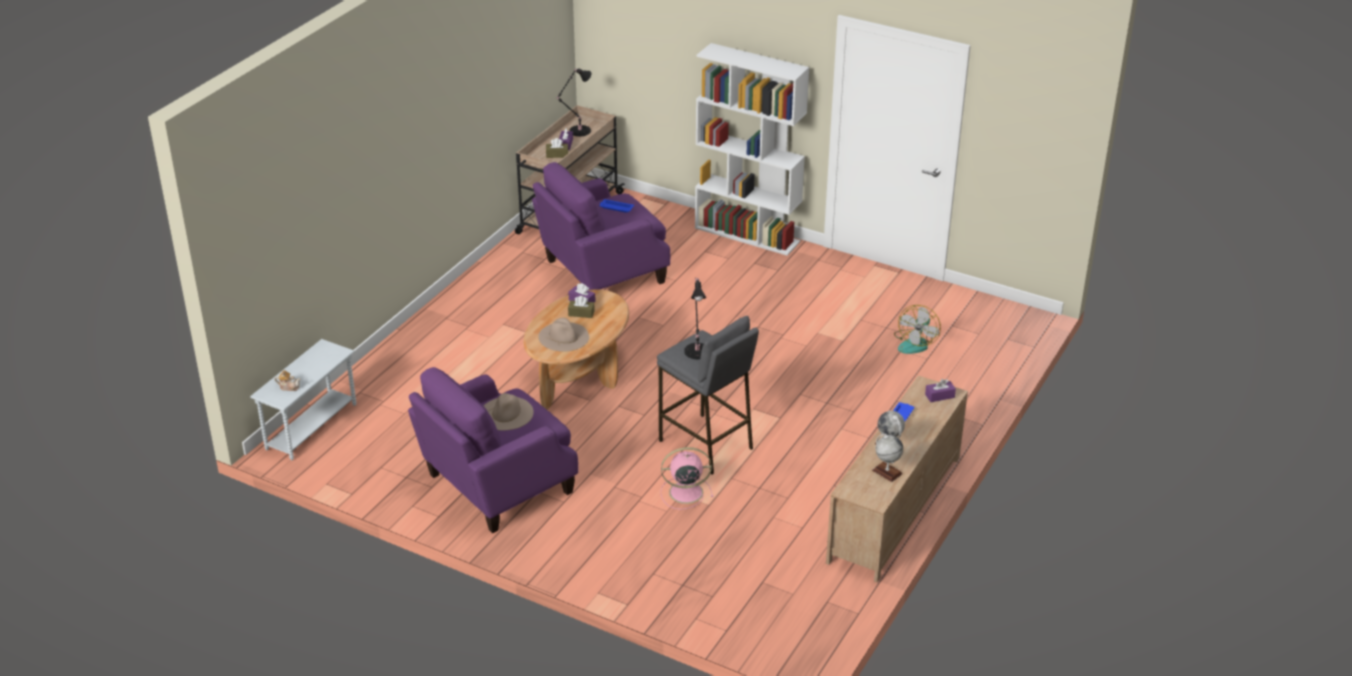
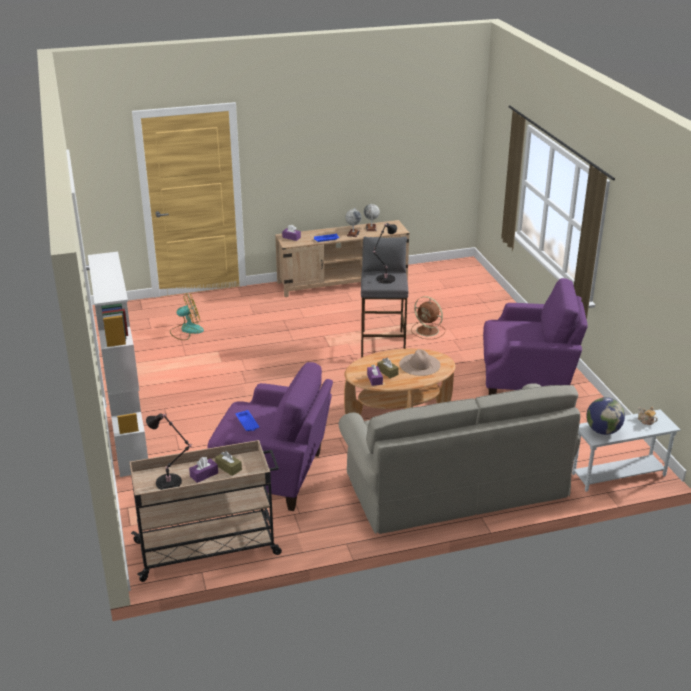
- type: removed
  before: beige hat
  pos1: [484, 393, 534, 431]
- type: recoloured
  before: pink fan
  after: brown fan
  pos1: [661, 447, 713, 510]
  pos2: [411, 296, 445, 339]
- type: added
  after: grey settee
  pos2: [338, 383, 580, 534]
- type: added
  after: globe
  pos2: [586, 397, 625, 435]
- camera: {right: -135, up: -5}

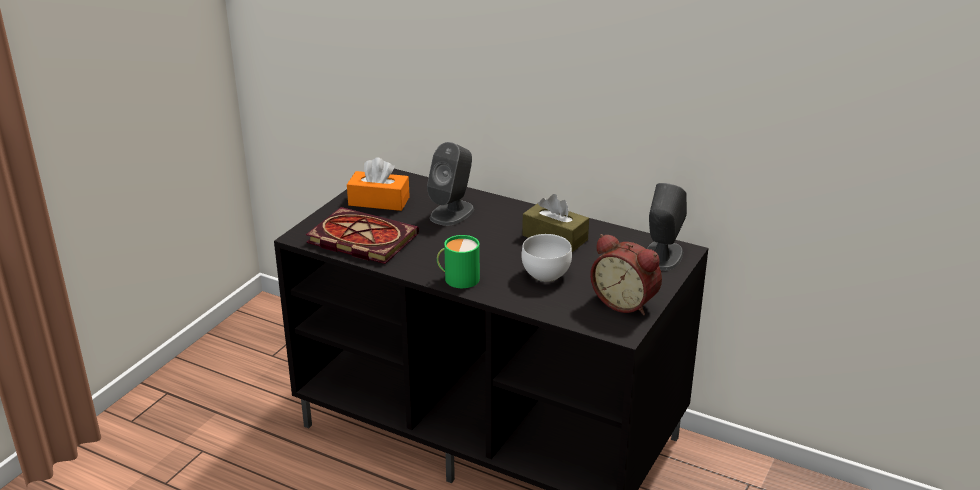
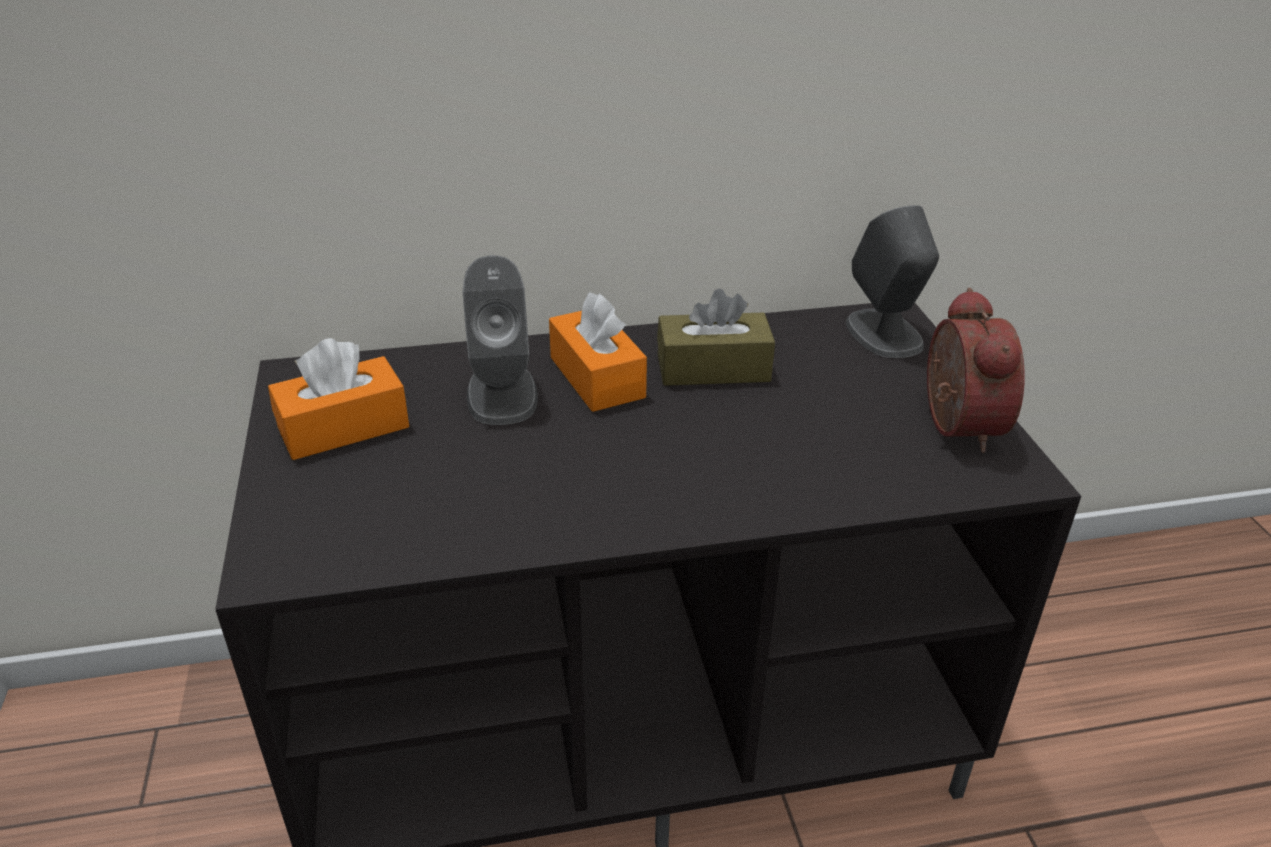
- type: removed
  before: bound book
  pos1: [306, 207, 419, 264]
- type: removed
  before: green-coloured tea mug
  pos1: [437, 235, 480, 288]
- type: removed
  before: white-coloured deep dish
  pos1: [521, 234, 572, 282]
- type: turned
  before: alarm clock
  pos1: [590, 234, 662, 315]
  pos2: [927, 288, 1025, 453]
  turn: -90
- type: added
  after: orange-coloured tissue box
  pos2: [549, 292, 647, 412]
- camera: {right: -40, up: 5}

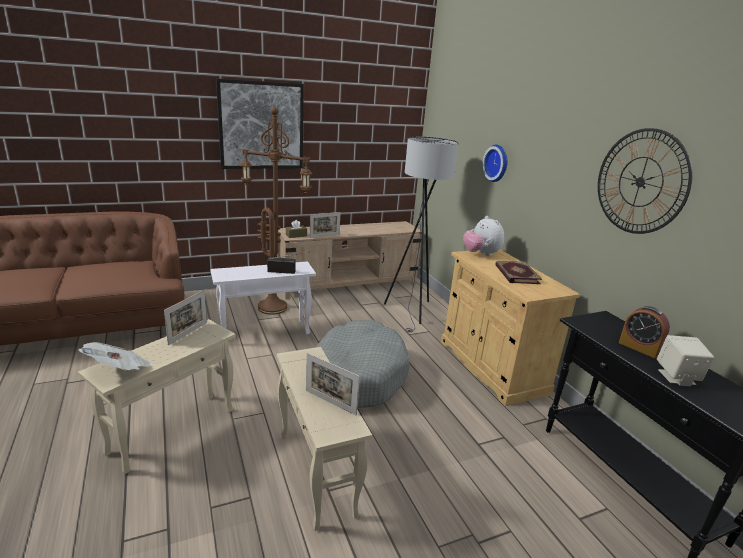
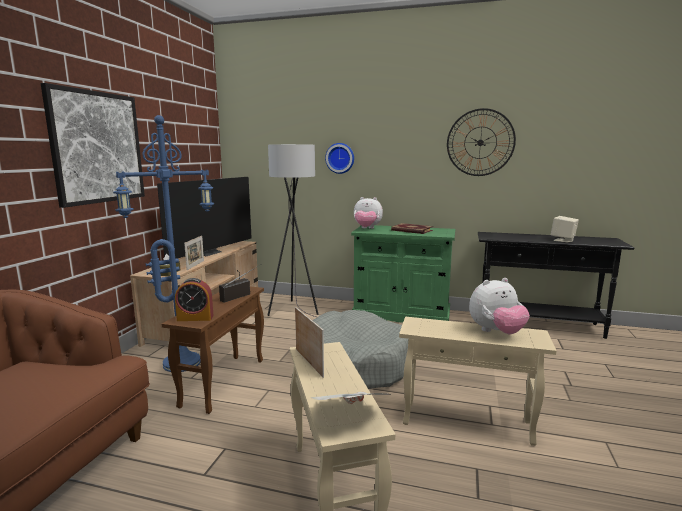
- type: recoloured
  before: white-coloured side table
  after: brown side table
  pos1: [210, 261, 316, 335]
  pos2: [162, 287, 264, 414]
- type: recoloured
  before: brown standard lamp
  after: blue-coloured standard lamp
  pos1: [240, 107, 312, 315]
  pos2: [113, 115, 214, 372]
- type: replaced
  before: picture frame
  after: cuddly toy
  pos1: [306, 353, 360, 416]
  pos2: [469, 278, 530, 334]
- type: recoloured
  before: beige storage cabinet
  after: green-coloured storage cabinet
  pos1: [441, 250, 580, 406]
  pos2: [351, 225, 455, 322]
- type: moved
  before: alarm clock
  pos1: [619, 306, 670, 358]
  pos2: [175, 278, 214, 321]
- type: added
  after: television
  pos2: [157, 177, 252, 259]
- camera: {right: -50, up: -10}

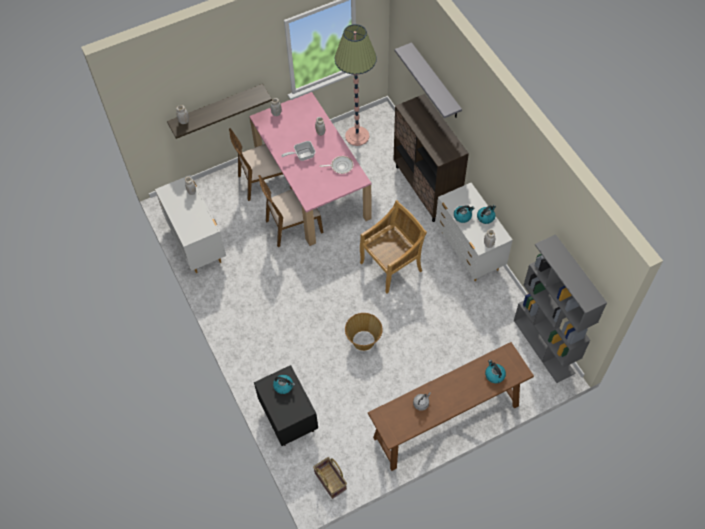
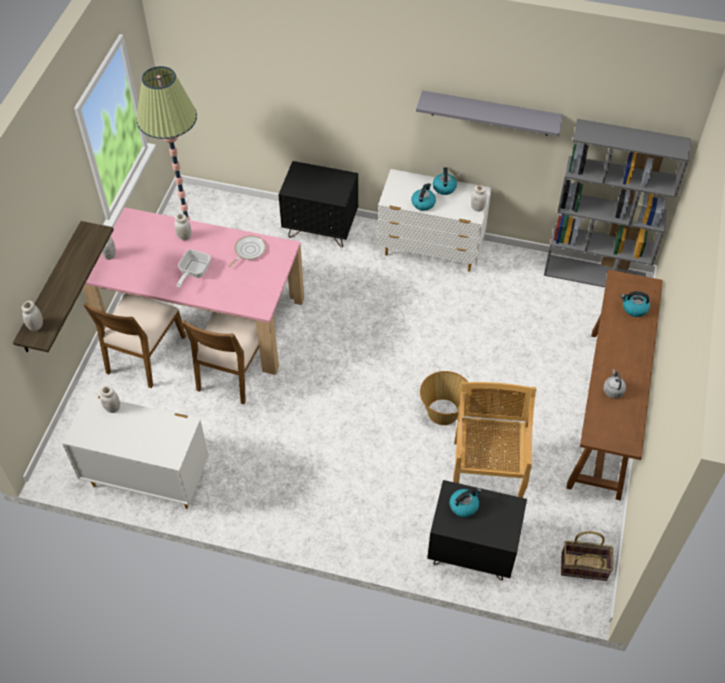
- type: moved
  before: beige plain chair
  pos1: [360, 200, 427, 294]
  pos2: [453, 381, 536, 498]
- type: replaced
  before: brown storage cabinet
  after: blackish bedside table
  pos1: [393, 94, 469, 222]
  pos2: [278, 161, 358, 247]
- type: moved
  before: grey bracket shelf
  pos1: [395, 42, 462, 118]
  pos2: [416, 90, 563, 137]
- camera: {right: -50, up: -5}

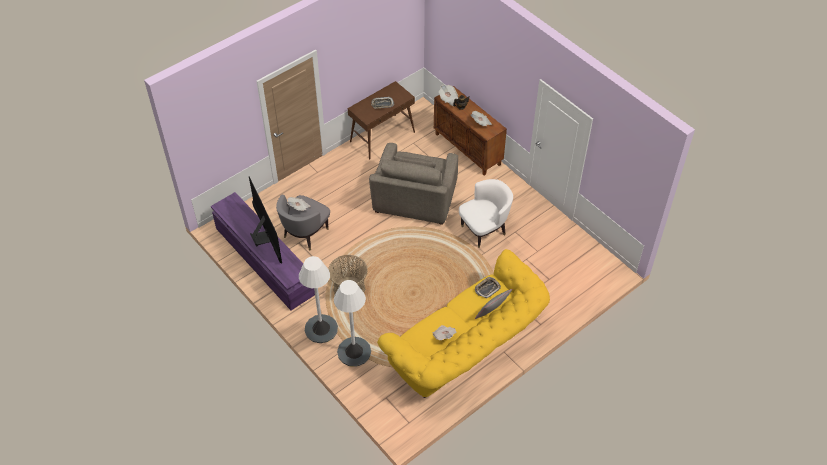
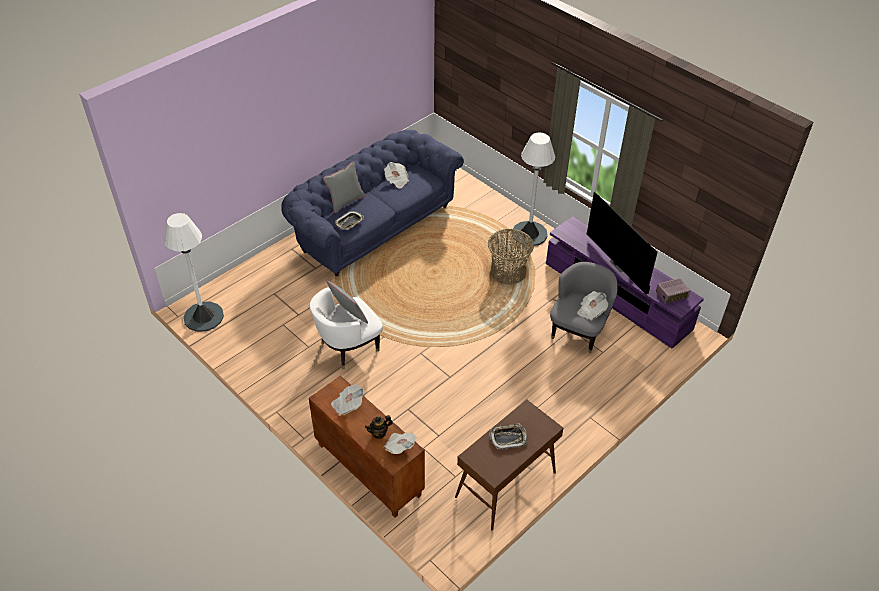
- type: moved
  before: white-coloured standard lamp
  pos1: [334, 280, 371, 366]
  pos2: [163, 213, 224, 332]
- type: removed
  before: grey easy chair
  pos1: [369, 143, 458, 225]
- type: recoloured
  before: yellowish settee
  after: blue-coloured settee
  pos1: [377, 249, 550, 398]
  pos2: [281, 130, 464, 276]
- type: added
  after: grey pillow
  pos2: [326, 280, 368, 323]
- type: added
  after: radio receiver
  pos2: [656, 278, 691, 304]
- camera: {right: 175, up: -5}

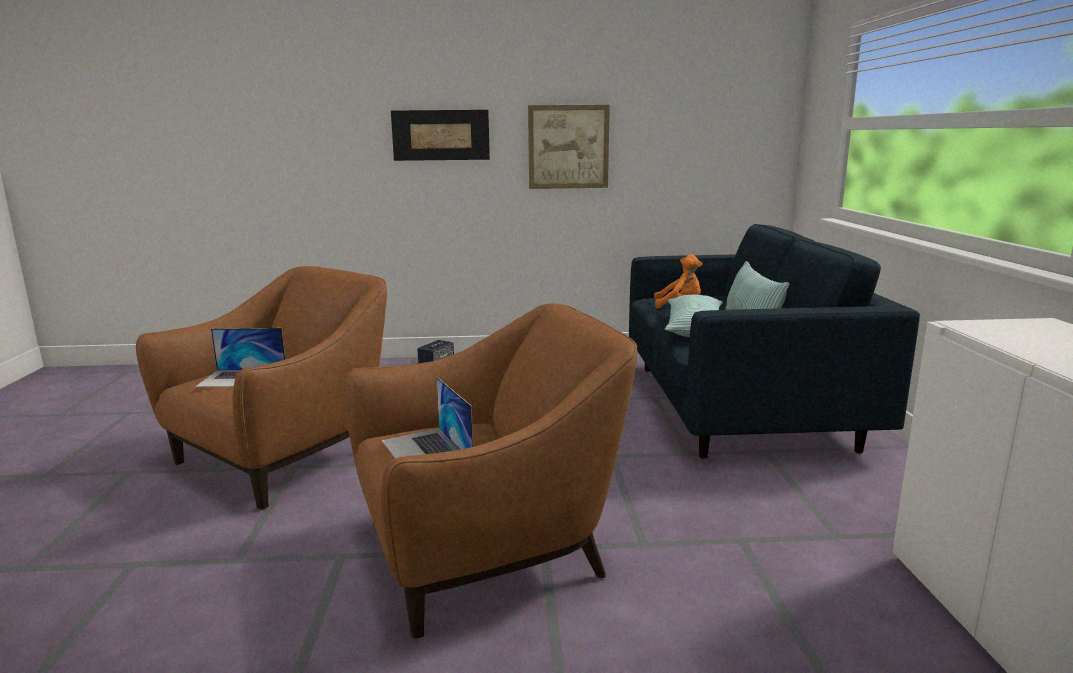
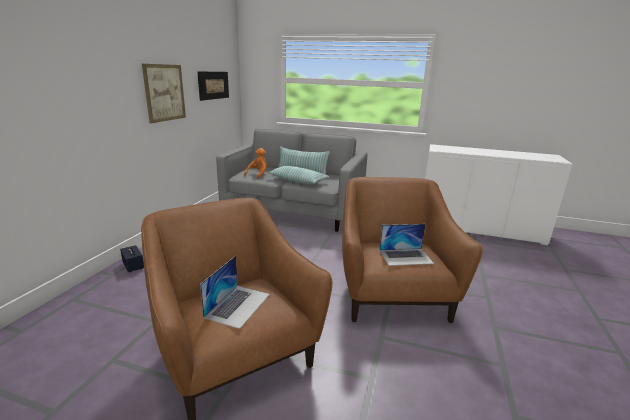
- type: moved
  before: wall picture
  pos1: [391, 110, 490, 161]
  pos2: [197, 71, 229, 101]
- type: recoloured
  before: blue-coloured settee
  after: grey settee
  pos1: [629, 224, 920, 459]
  pos2: [216, 129, 368, 232]
- camera: {right: -70, up: 5}

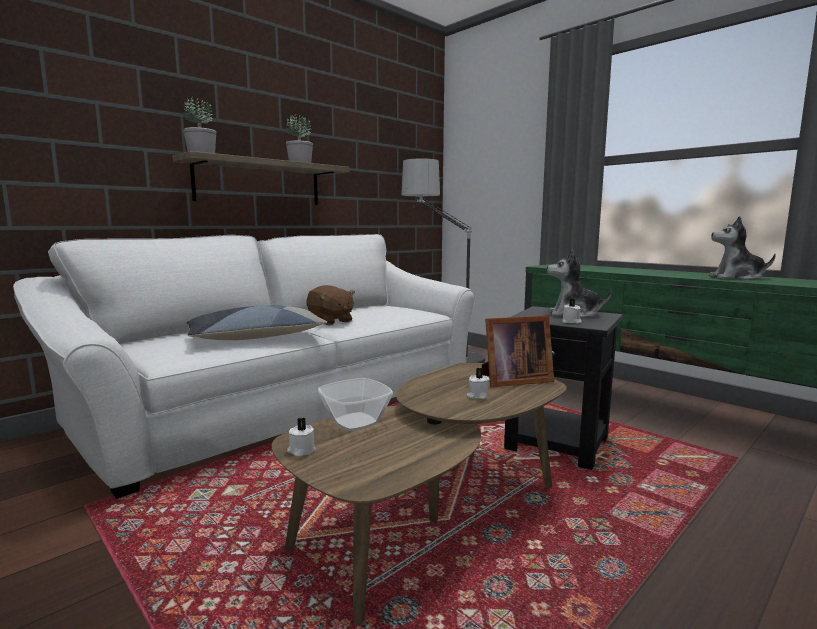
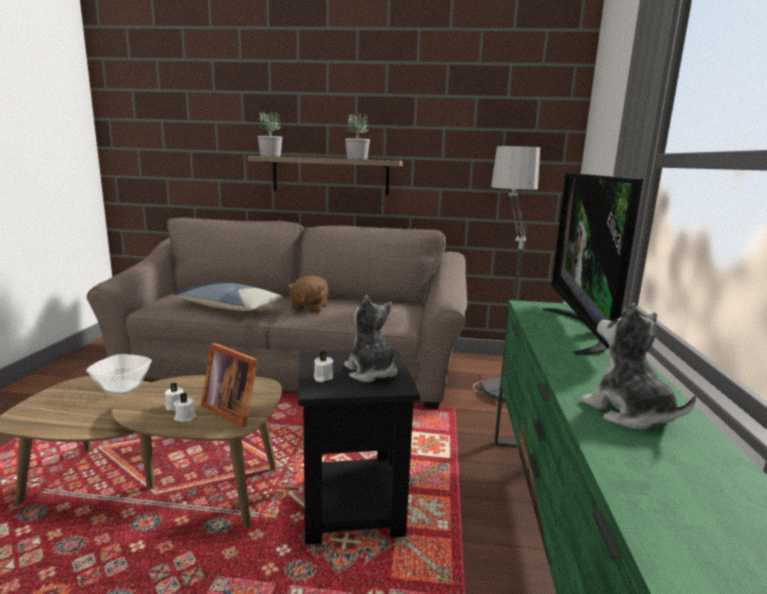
- type: recoloured
  before: white-coloured settee
  after: brown settee
  pos1: [13, 234, 475, 499]
  pos2: [87, 217, 467, 409]
- type: moved
  before: white-coloured wax candle
  pos1: [287, 417, 316, 456]
  pos2: [174, 393, 196, 422]
- type: added
  after: television
  pos2: [542, 173, 643, 355]
- camera: {right: 50, up: 5}

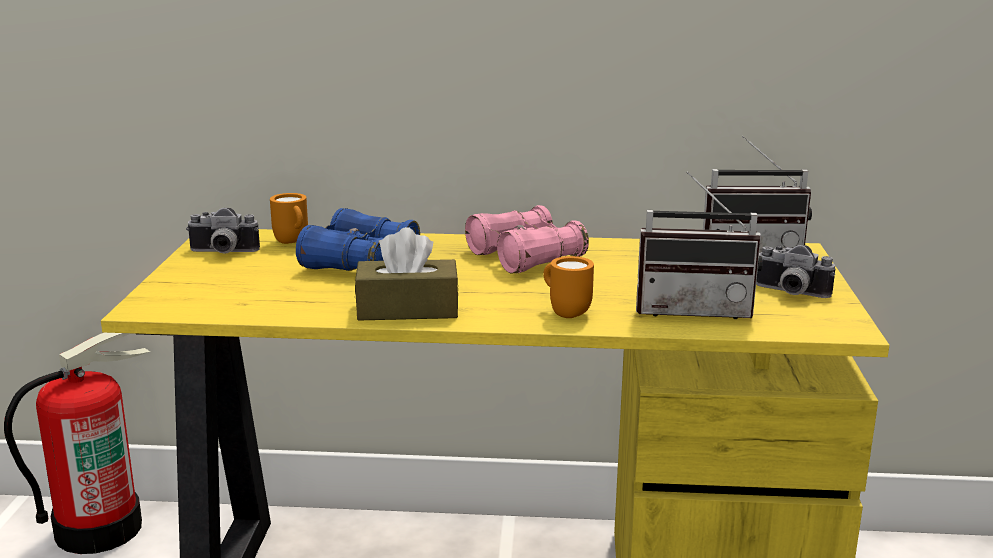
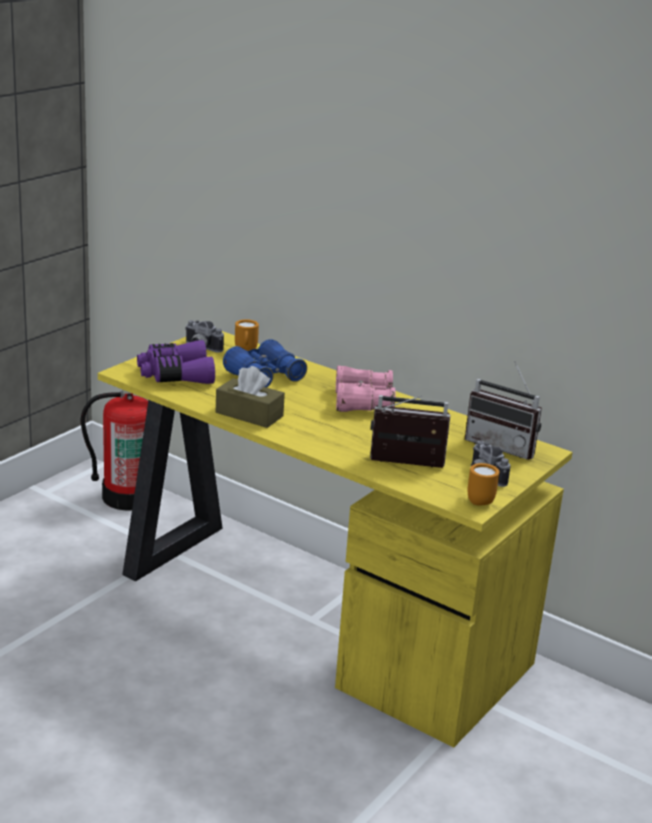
- type: moved
  before: orange-coloured tea mug
  pos1: [543, 256, 594, 318]
  pos2: [468, 463, 499, 505]
- type: turned
  before: radio receiver
  pos1: [636, 171, 762, 319]
  pos2: [370, 395, 450, 468]
  turn: 150
- type: added
  after: purplish field glasses
  pos2: [137, 340, 215, 384]
- camera: {right: 30, up: 5}

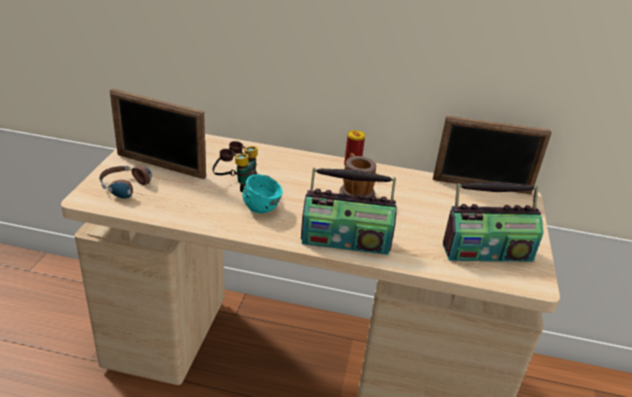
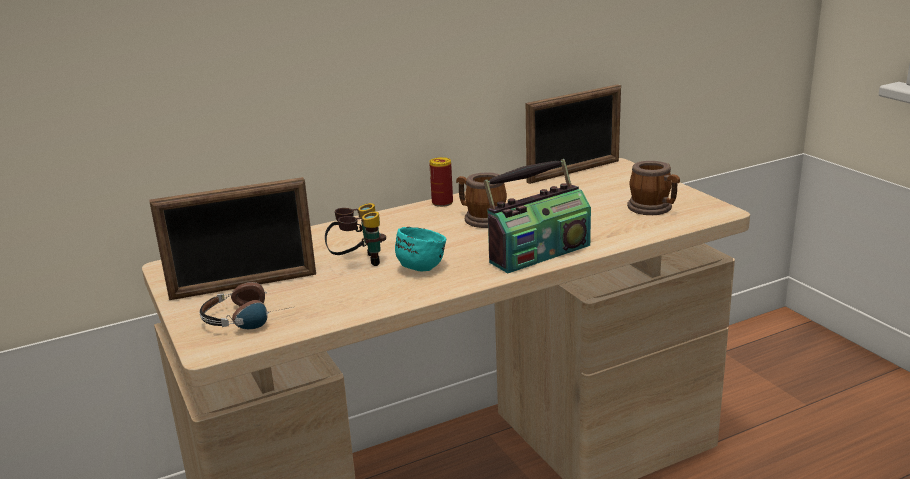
- type: replaced
  before: radio receiver
  after: tea mug
  pos1: [443, 182, 543, 262]
  pos2: [627, 161, 680, 215]
- camera: {right: -35, up: -10}

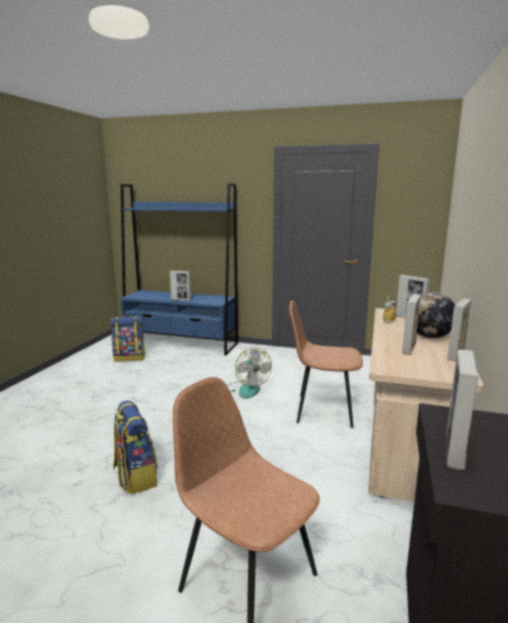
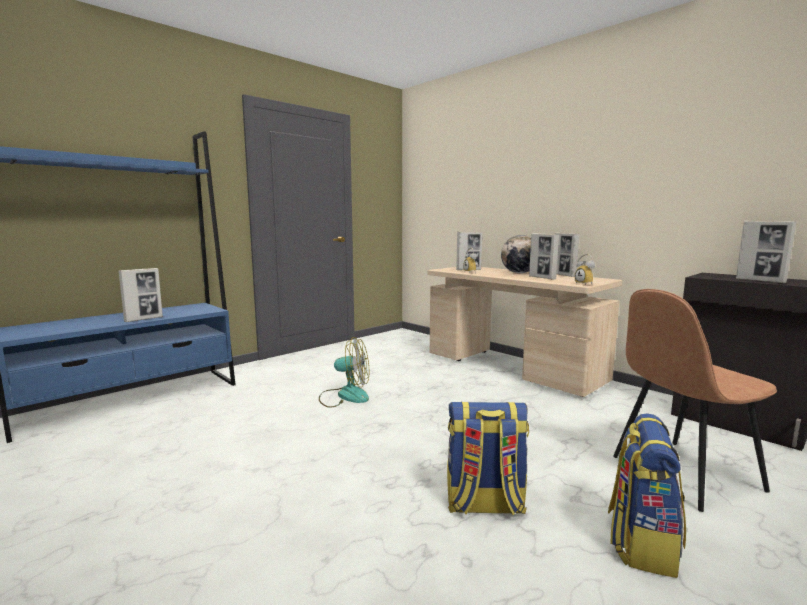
- type: moved
  before: knapsack
  pos1: [110, 315, 145, 362]
  pos2: [608, 414, 686, 578]
- type: removed
  before: brown plain chair
  pos1: [289, 300, 363, 428]
- type: added
  after: alarm clock
  pos2: [575, 254, 595, 286]
- camera: {right: -60, up: -5}

